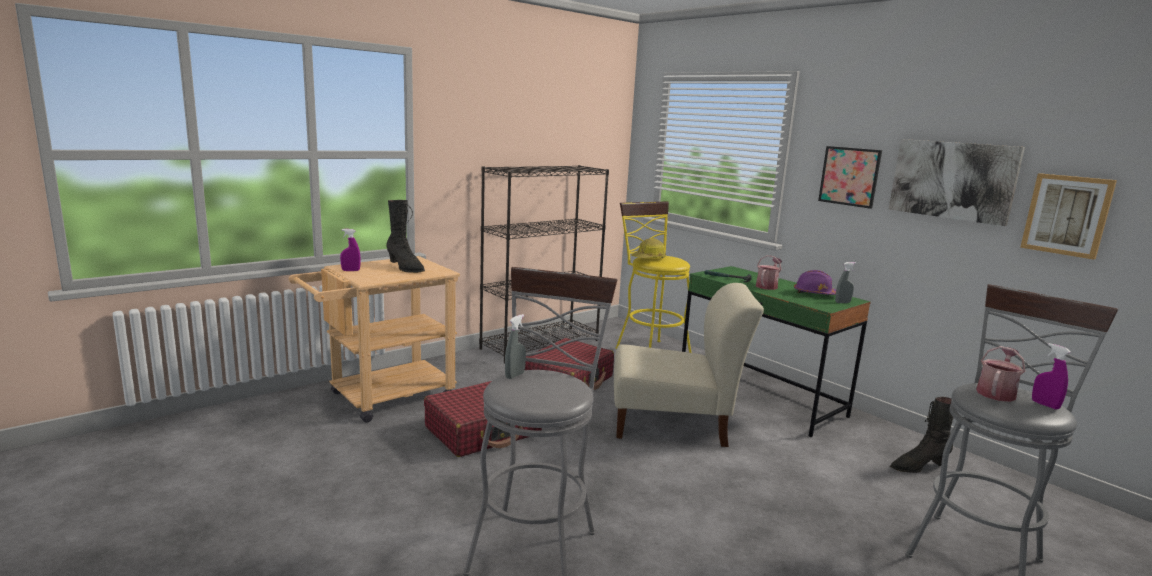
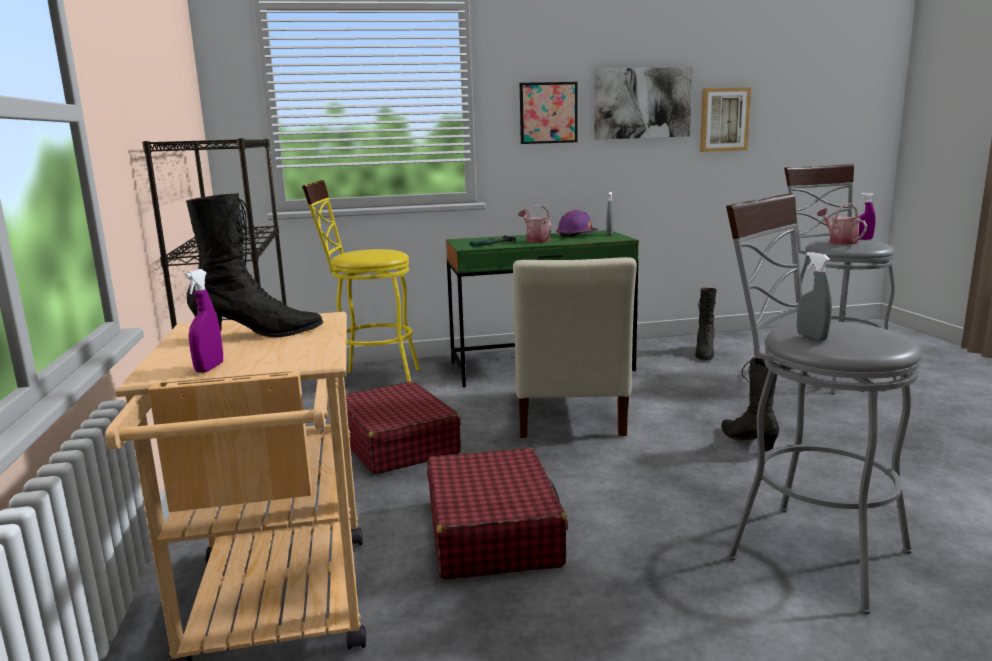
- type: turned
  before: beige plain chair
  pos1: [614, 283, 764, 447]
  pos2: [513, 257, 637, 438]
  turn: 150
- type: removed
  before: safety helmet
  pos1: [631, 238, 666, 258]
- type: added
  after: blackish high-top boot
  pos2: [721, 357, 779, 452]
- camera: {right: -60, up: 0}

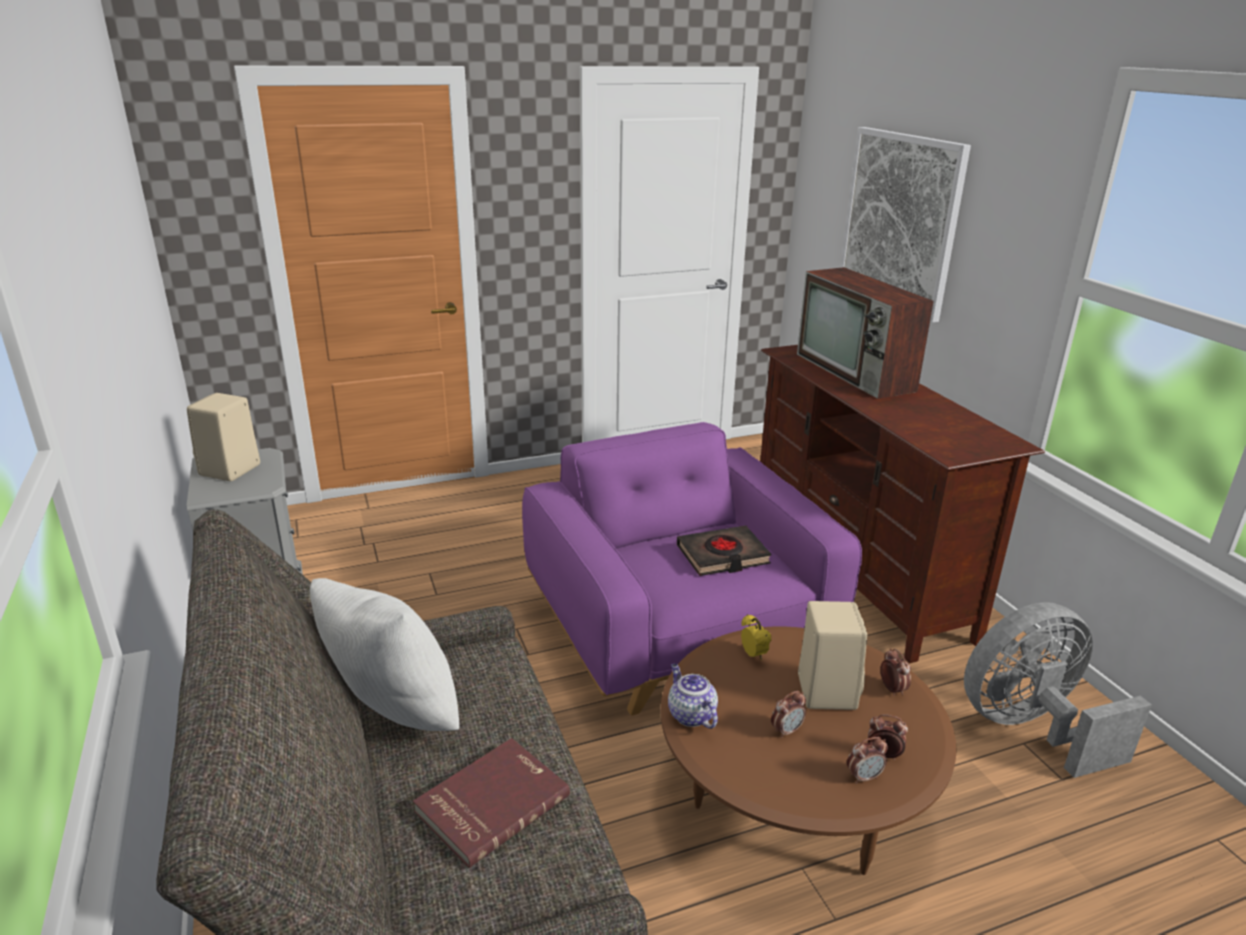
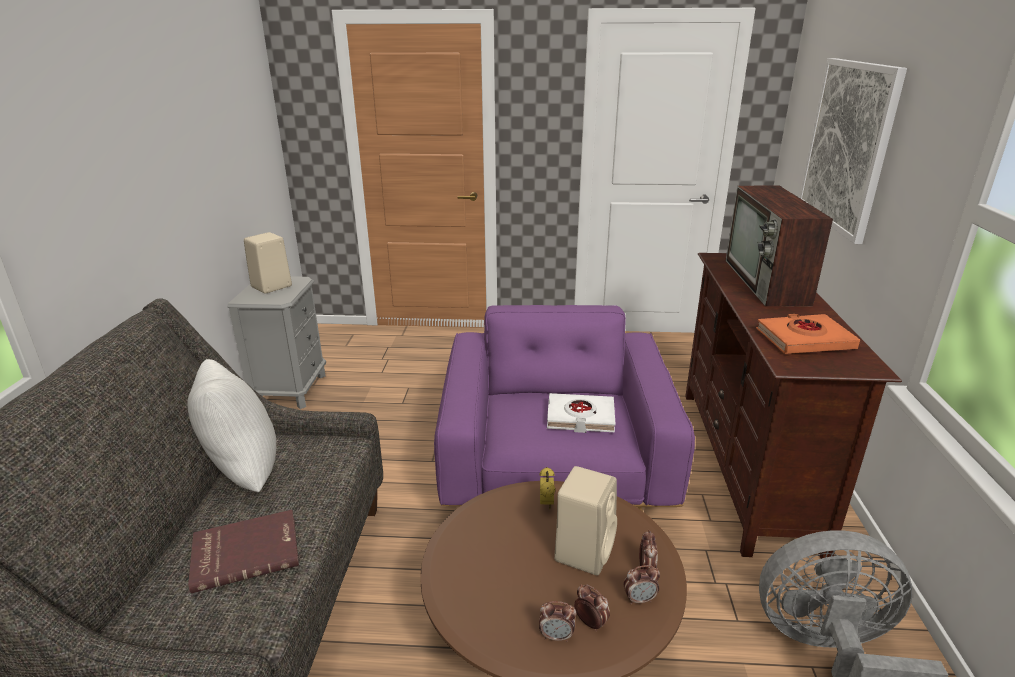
- type: removed
  before: tea pot
  pos1: [668, 664, 718, 729]
- type: recoloured
  before: blackish bound book
  after: white-coloured bound book
  pos1: [677, 525, 771, 576]
  pos2: [547, 393, 616, 433]
- type: moved
  before: alarm clock
  pos1: [771, 691, 806, 738]
  pos2: [623, 565, 660, 605]
- type: added
  after: orange-coloured bound book
  pos2: [756, 314, 860, 354]
- camera: {right: 25, up: 0}

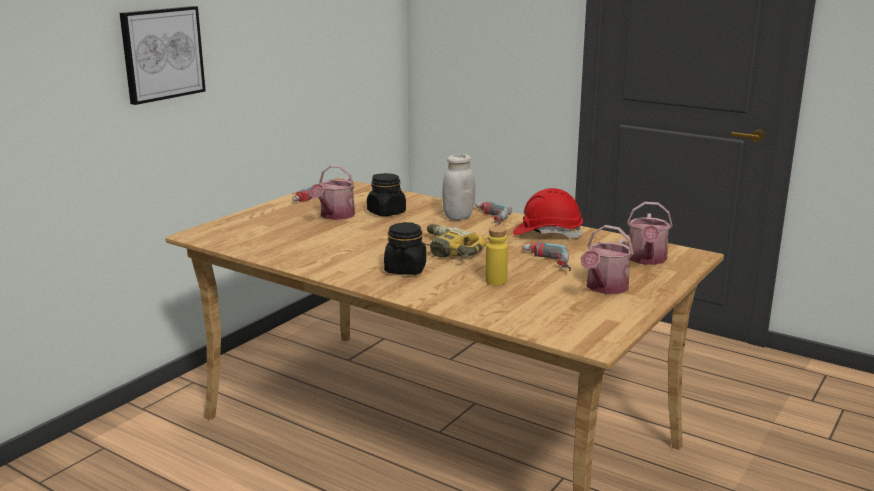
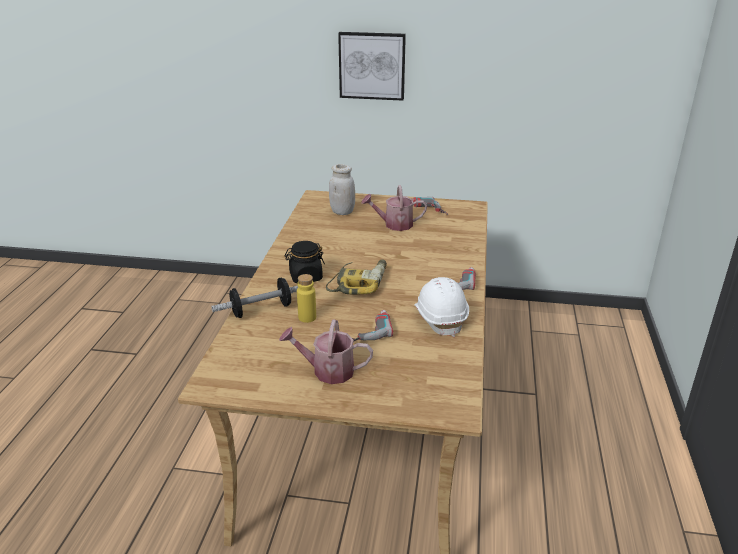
- type: removed
  before: blackish jar
  pos1: [367, 173, 406, 216]
- type: moved
  before: white-coloured jar
  pos1: [442, 154, 475, 220]
  pos2: [329, 164, 355, 215]
- type: recoloured
  before: reddish safety helmet
  after: white-coloured safety helmet
  pos1: [513, 188, 583, 238]
  pos2: [414, 277, 469, 337]
- type: removed
  before: watering can
  pos1: [627, 202, 673, 265]
- type: added
  after: hand weight
  pos2: [211, 278, 299, 318]
- camera: {right: 65, up: 10}

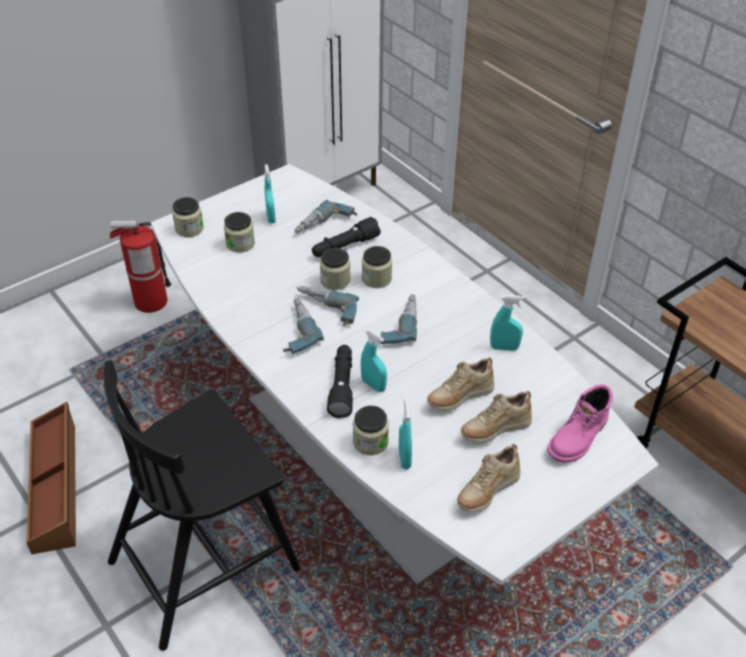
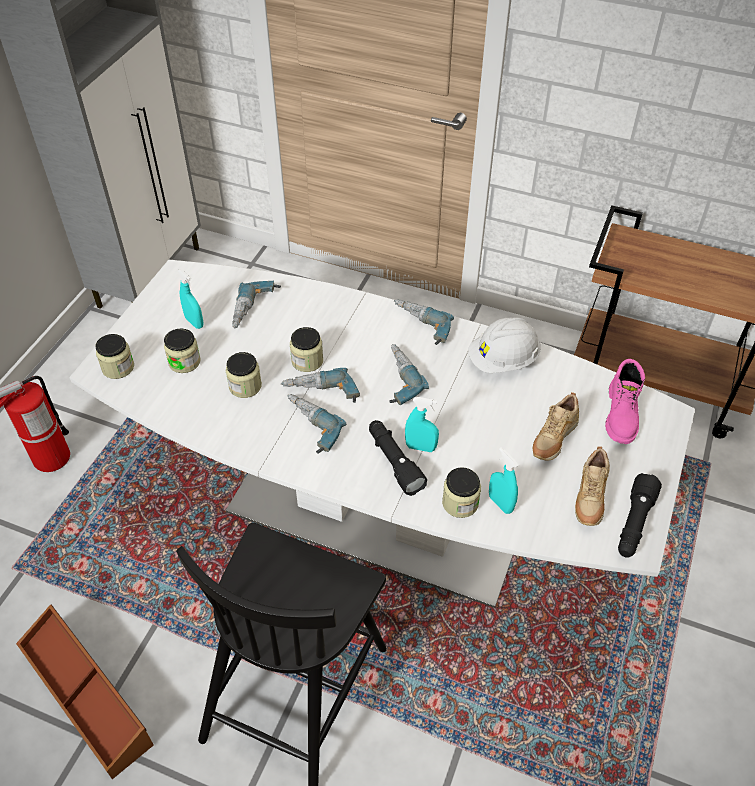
- type: moved
  before: blackish hand torch
  pos1: [312, 217, 381, 257]
  pos2: [618, 473, 662, 558]
- type: moved
  before: jar
  pos1: [362, 246, 392, 288]
  pos2: [226, 352, 262, 398]
- type: removed
  before: beige low shoe
  pos1: [427, 357, 494, 411]
- type: replaced
  before: turquoise spray bottle
  after: white-coloured safety helmet
  pos1: [490, 295, 524, 351]
  pos2: [468, 318, 541, 373]
- type: added
  after: electric drill
  pos2: [394, 299, 454, 345]
- camera: {right: -30, up: 5}

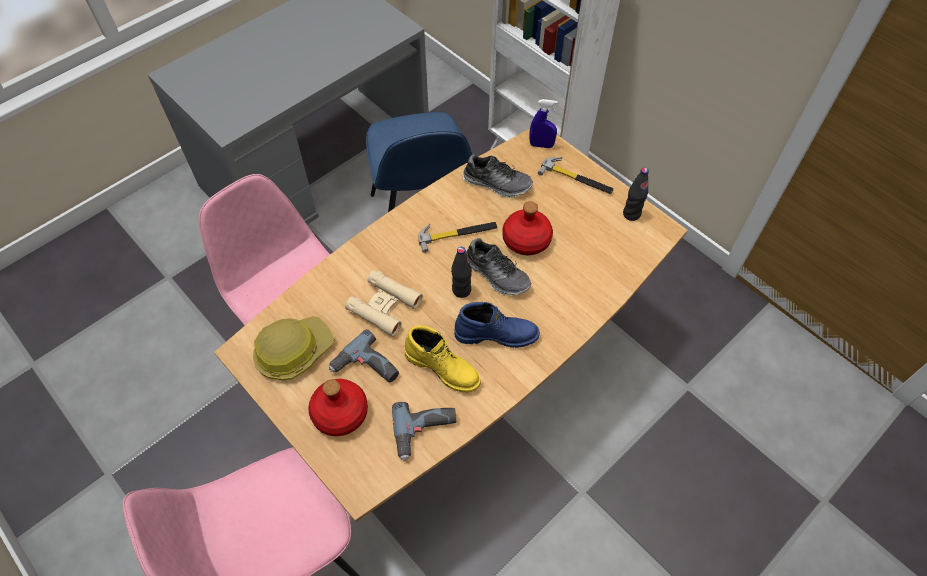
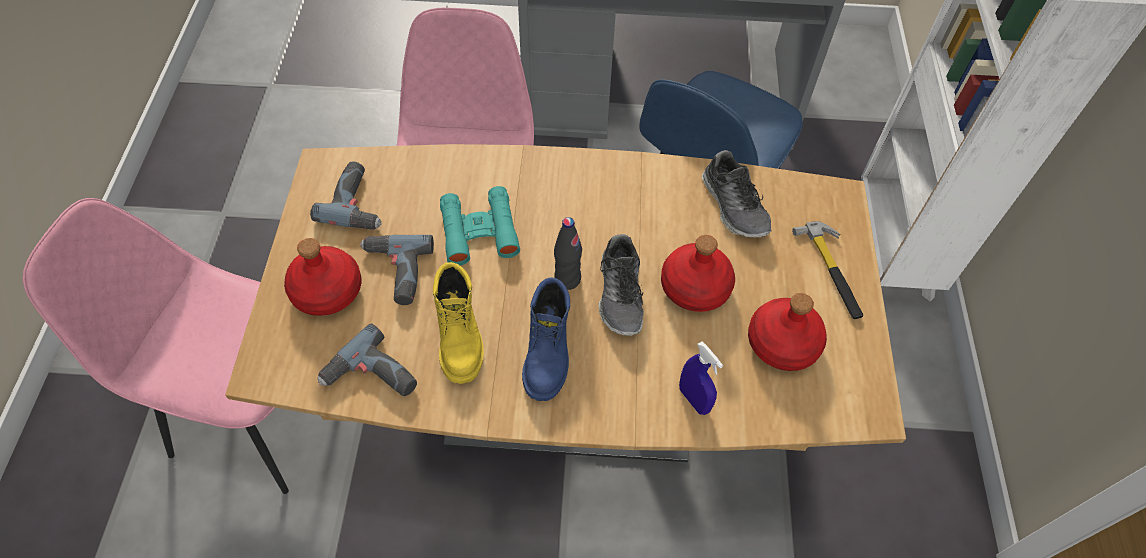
- type: replaced
  before: safety helmet
  after: electric drill
  pos1: [253, 316, 335, 380]
  pos2: [310, 161, 382, 230]
- type: recoloured
  before: beige field glasses
  after: turquoise field glasses
  pos1: [345, 270, 423, 337]
  pos2: [440, 186, 520, 266]
- type: removed
  before: hand hammer
  pos1: [418, 222, 497, 253]
- type: turned
  before: blue-coloured high-top boot
  pos1: [455, 302, 540, 348]
  pos2: [522, 277, 570, 401]
  turn: 45
- type: moved
  before: blue-coloured spray bottle
  pos1: [529, 99, 558, 148]
  pos2: [679, 341, 723, 415]
- type: removed
  before: blackish drink bottle
  pos1: [623, 168, 649, 221]
- type: added
  after: reddish drink bottle
  pos2: [748, 293, 827, 371]
- camera: {right: 45, up: 0}

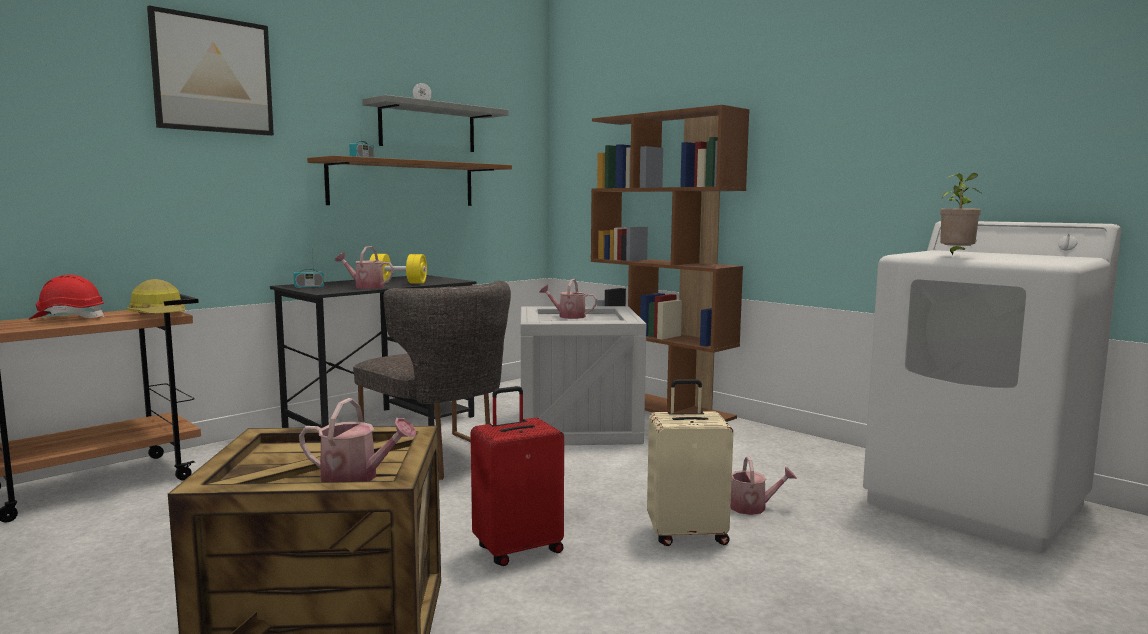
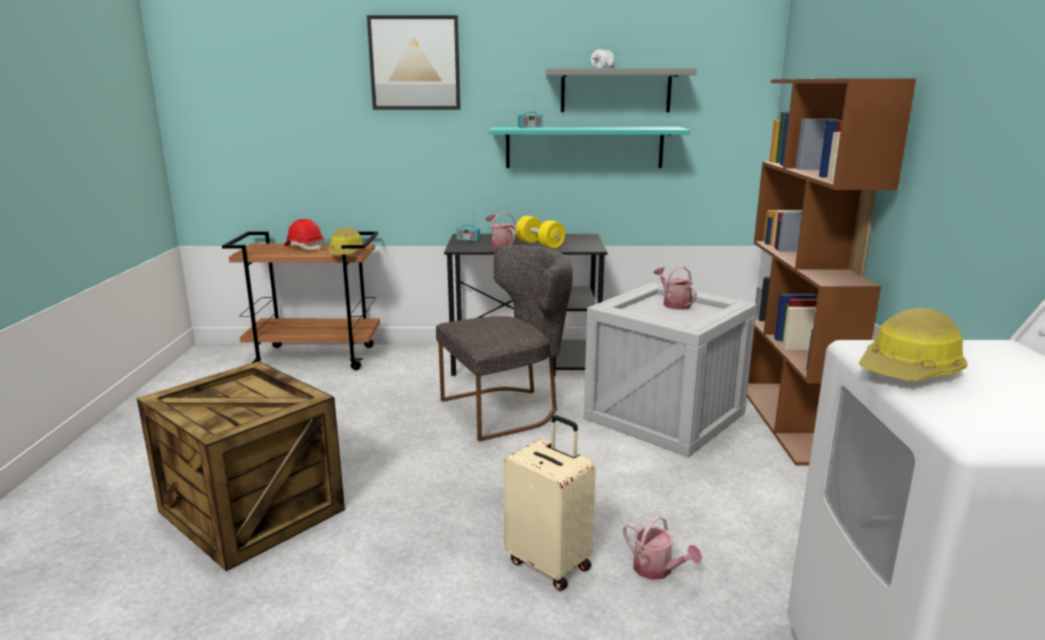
- type: removed
  before: watering can
  pos1: [299, 398, 416, 482]
- type: recoloured
  before: brown bracket shelf
  after: turquoise bracket shelf
  pos1: [307, 155, 512, 206]
  pos2: [489, 127, 690, 168]
- type: turned
  before: grey plain chair
  pos1: [353, 280, 511, 480]
  pos2: [436, 245, 573, 441]
  turn: -120
- type: removed
  before: reddish travel case
  pos1: [471, 386, 564, 566]
- type: replaced
  before: houseplant
  after: safety helmet
  pos1: [940, 173, 983, 255]
  pos2: [859, 308, 968, 381]
- camera: {right: 45, up: 10}

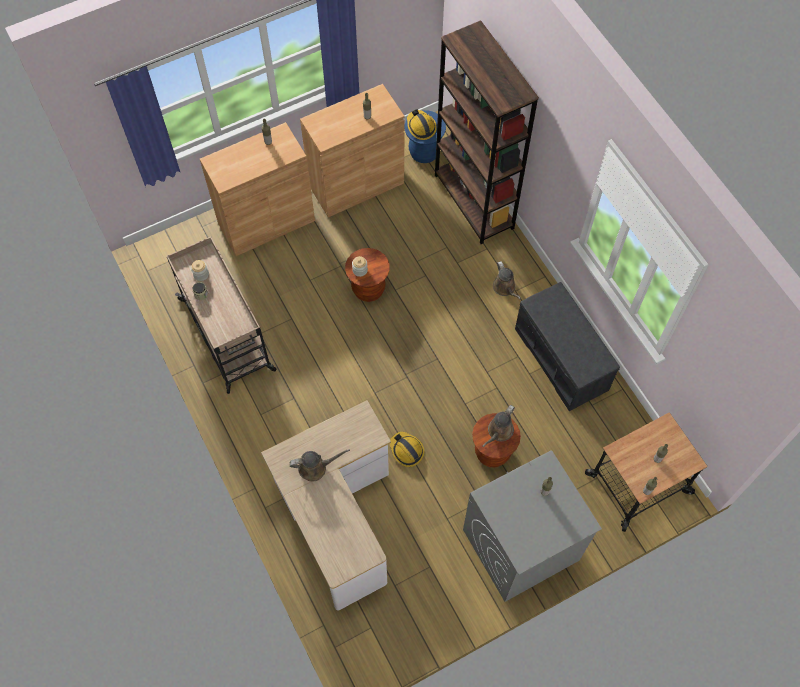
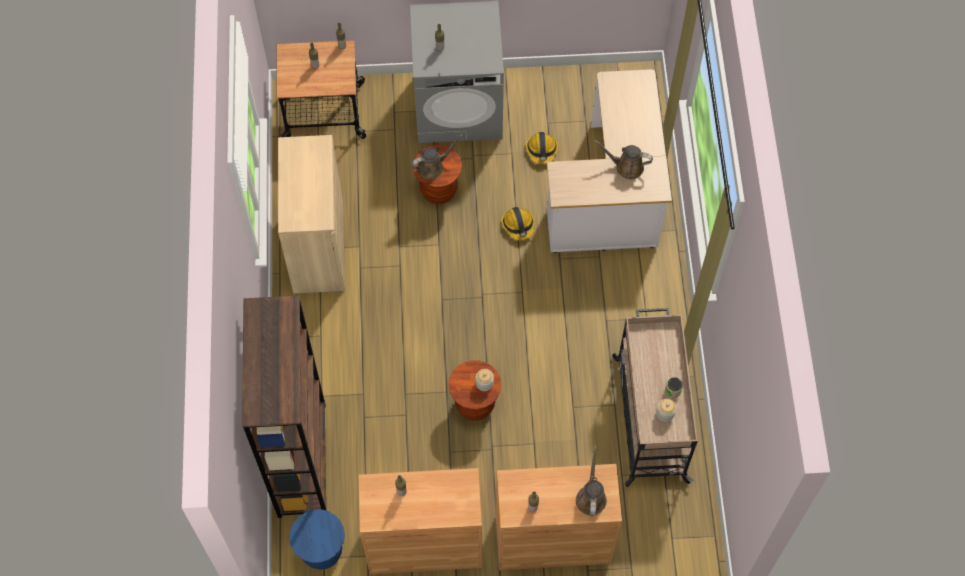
- type: moved
  before: safety helmet
  pos1: [407, 109, 437, 140]
  pos2: [526, 132, 558, 164]
- type: moved
  before: brown watering can
  pos1: [493, 261, 521, 299]
  pos2: [576, 445, 607, 516]
- type: replaced
  before: grey long seat
  after: beige storage cabinet
  pos1: [515, 282, 620, 411]
  pos2: [278, 135, 345, 293]
- camera: {right: -155, up: 0}

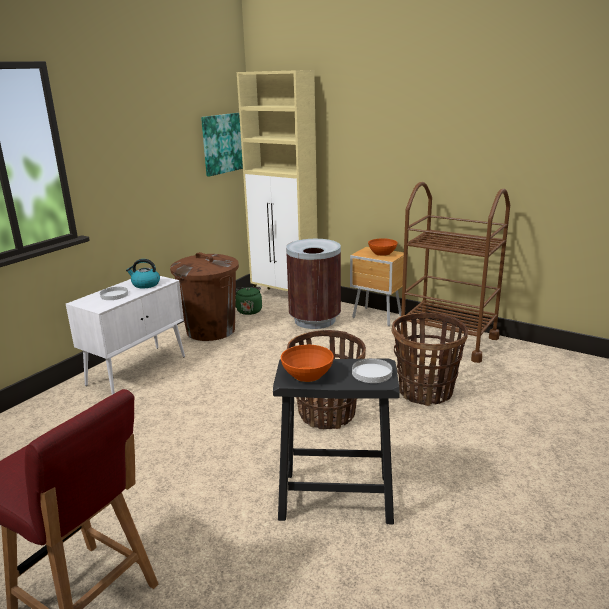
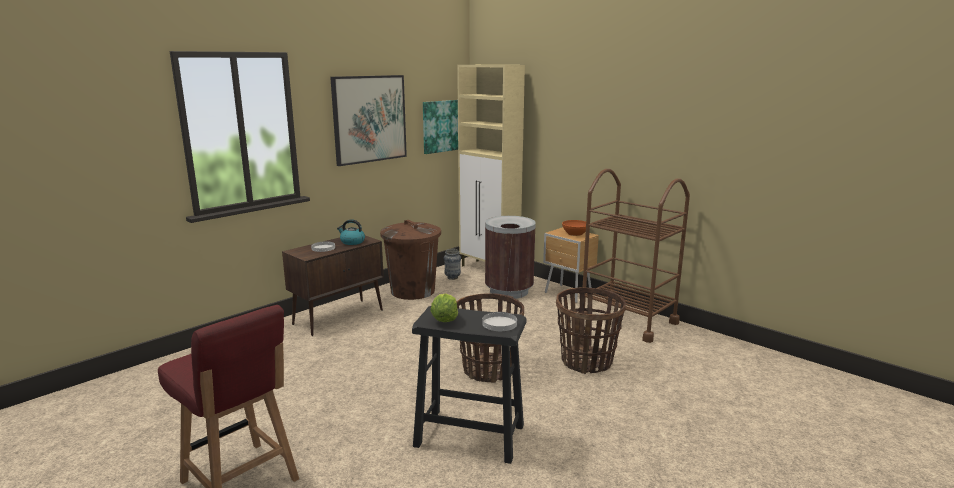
- type: recoloured
  before: white-coloured storage cabinet
  after: brown storage cabinet
  pos1: [66, 276, 185, 395]
  pos2: [282, 236, 384, 336]
- type: replaced
  before: green-coloured water kettle
  after: decorative vase
  pos1: [235, 287, 262, 315]
  pos2: [444, 249, 461, 280]
- type: replaced
  before: orange-coloured deep dish
  after: head of lettuce
  pos1: [281, 345, 334, 382]
  pos2: [431, 293, 458, 322]
- type: added
  after: wall picture
  pos2: [330, 75, 407, 166]
- camera: {right: 10, up: -5}

